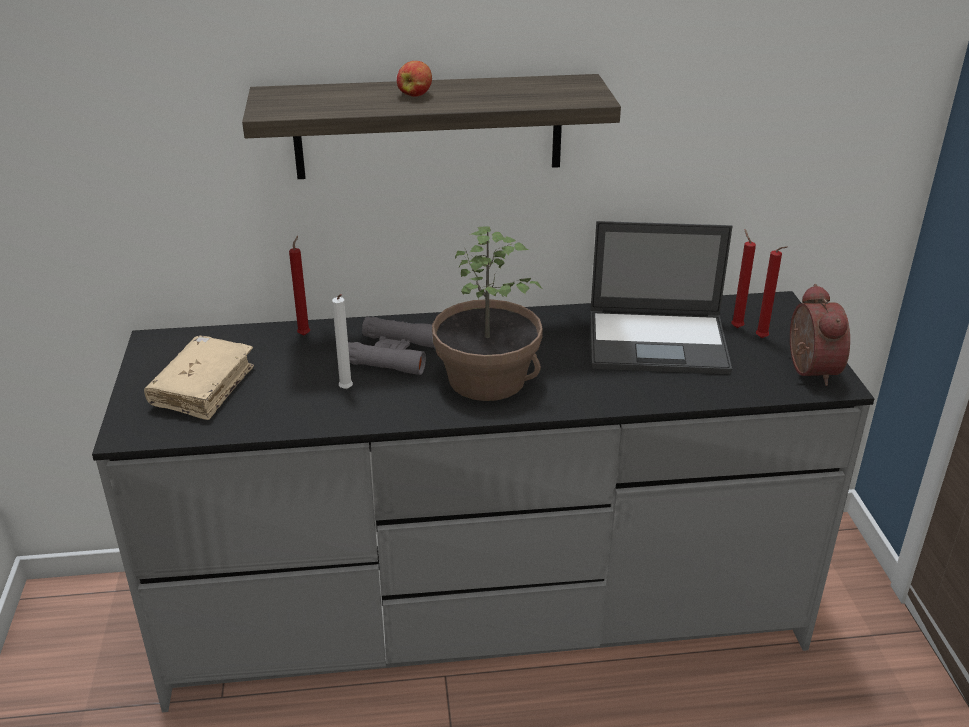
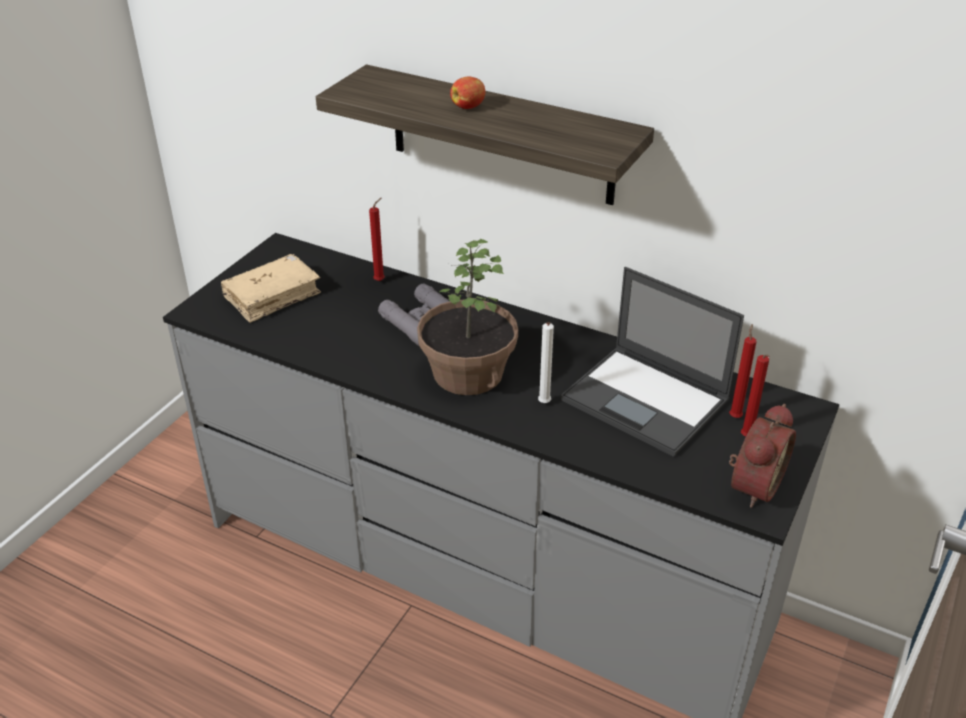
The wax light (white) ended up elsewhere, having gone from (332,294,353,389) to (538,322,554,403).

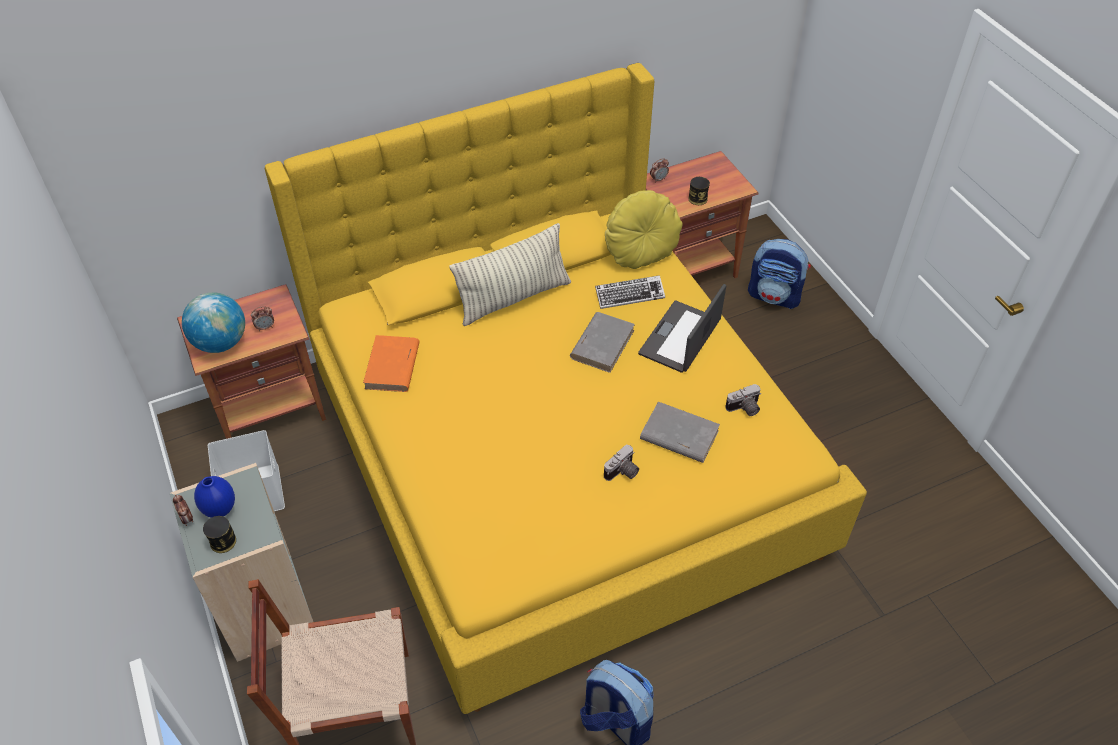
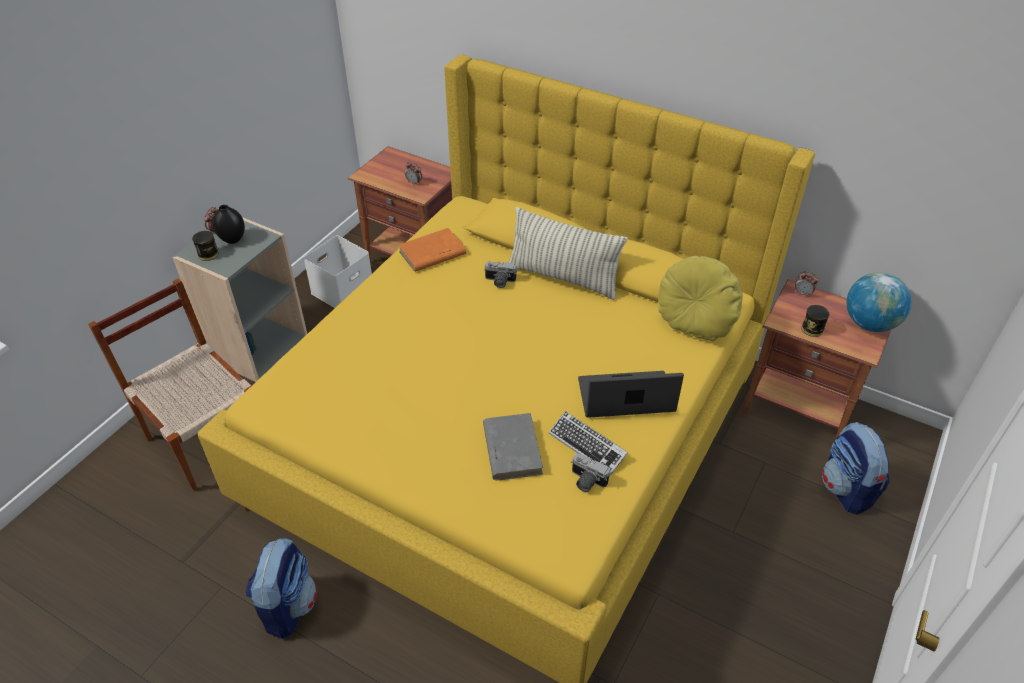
The globe ended up elsewhere, having gone from (182,292,245,353) to (846,272,911,332).
What was the decorative vase (blue-coloured) at (194,476,235,518) turned into the decorative vase (black-coloured) at (213,205,245,244).
The second view lost the book (gray) at (570,312,635,373).
The keyboard ended up elsewhere, having gone from (595,275,665,309) to (549,411,628,476).
The still camera ended up elsewhere, having gone from (604,445,639,481) to (484,262,517,288).

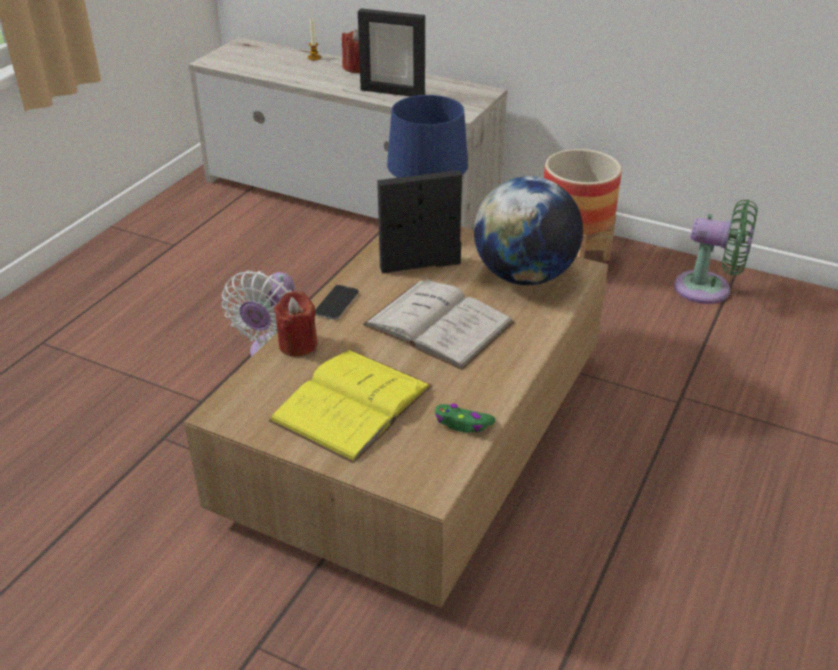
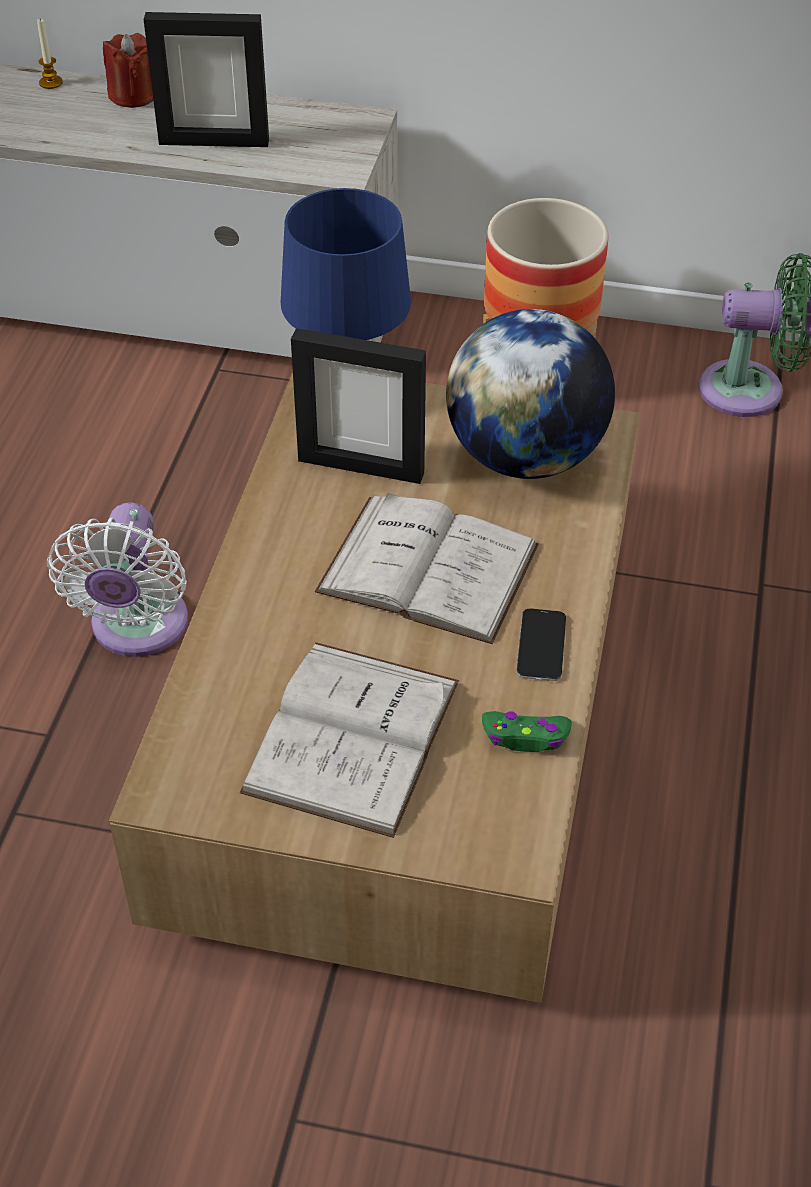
What was the book (yellowish) at (269,350,432,463) turned into the book (white) at (240,642,459,838).
The second view lost the wax light (red-coloured) at (274,291,318,356).
The phone ended up elsewhere, having gone from (315,285,359,320) to (516,609,566,681).
The picture frame at (377,170,462,273) ended up facing another way, 135 degrees counterclockwise from before.

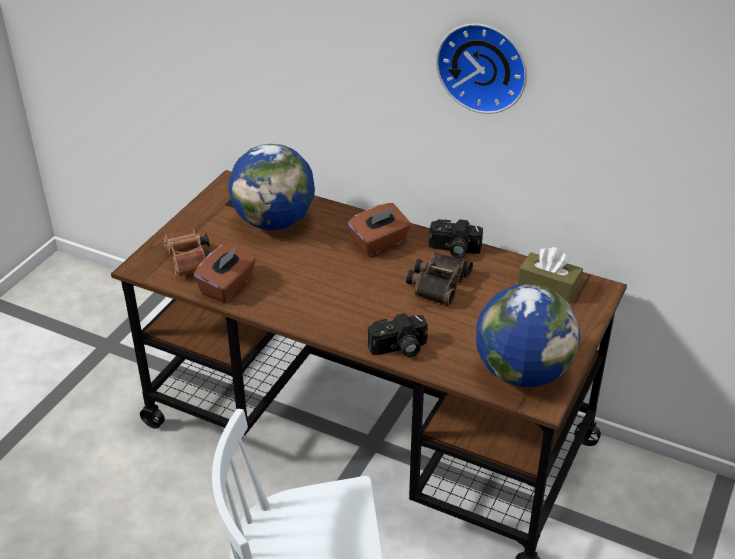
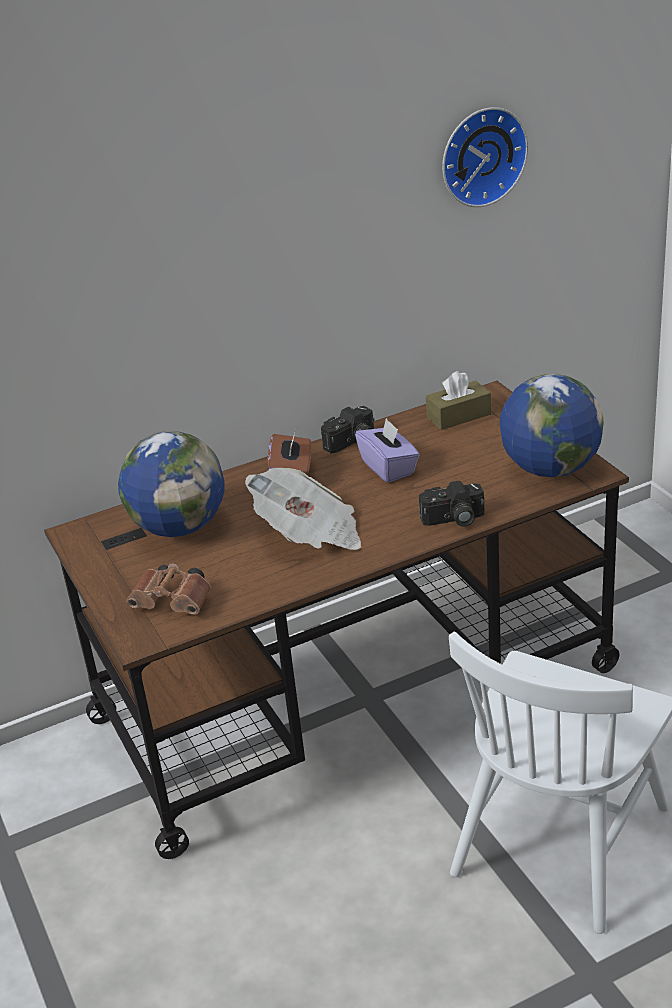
The second view lost the box of tissues (brown-coloured) at (194,242,256,302).
The still camera at (368,313,428,357) ended up facing another way, 60 degrees clockwise from before.
Where the field glasses stood at (406,253,473,307), the box of tissues (purple-coloured) came to stand at (355,418,419,483).
The hanging clock ended up elsewhere, having gone from (436,23,527,114) to (442,107,528,207).
The second view gained the printed paper at (245,468,361,550).

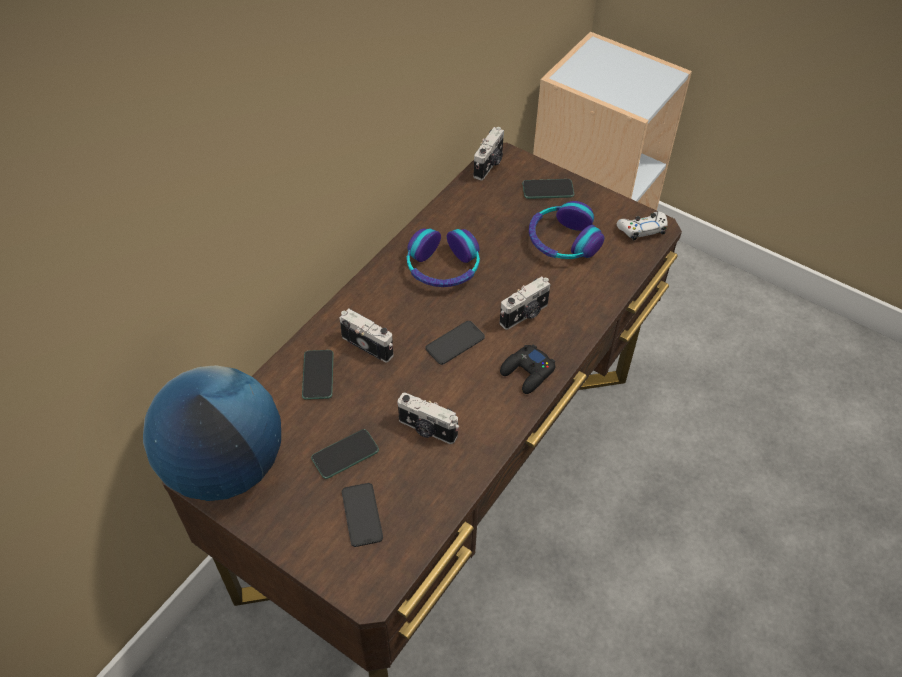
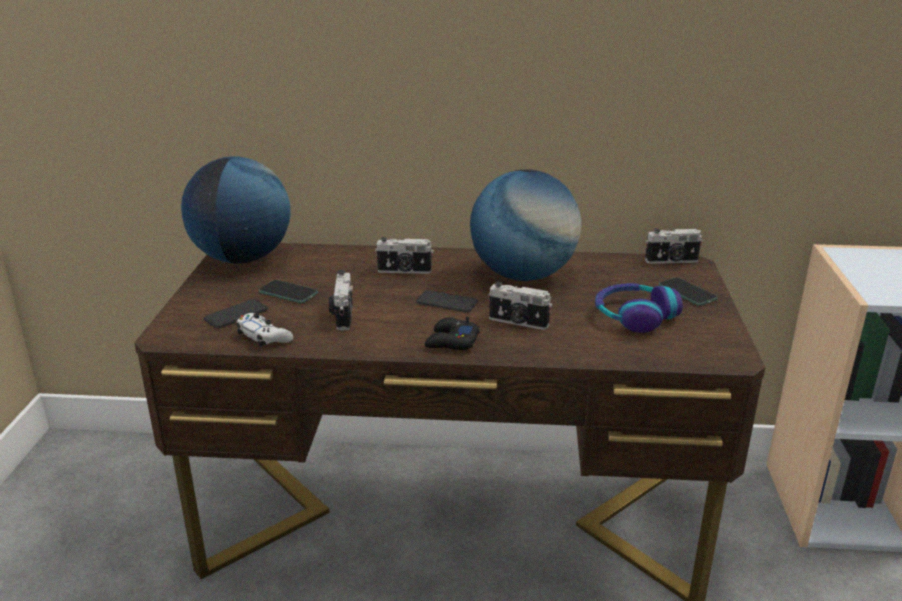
The second view lost the phone at (302,350,334,400).
The still camera at (339,309,393,362) ended up facing another way, 90 degrees clockwise from before.
Where the pair of headphones stood at (407,229,480,287), the globe came to stand at (470,169,581,281).
The gamepad (white) ended up elsewhere, having gone from (617,211,668,241) to (236,313,293,347).

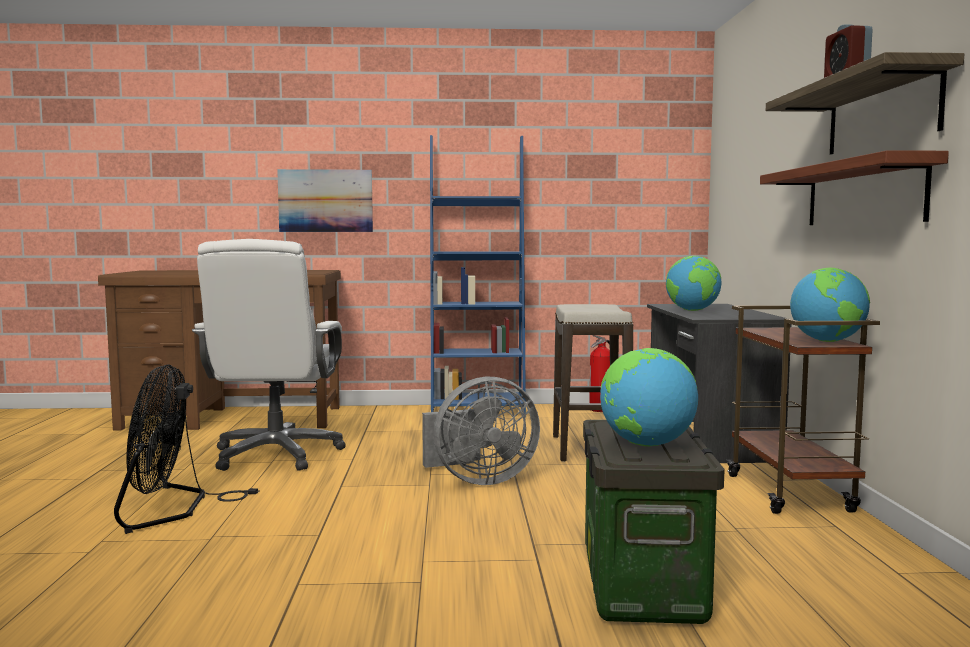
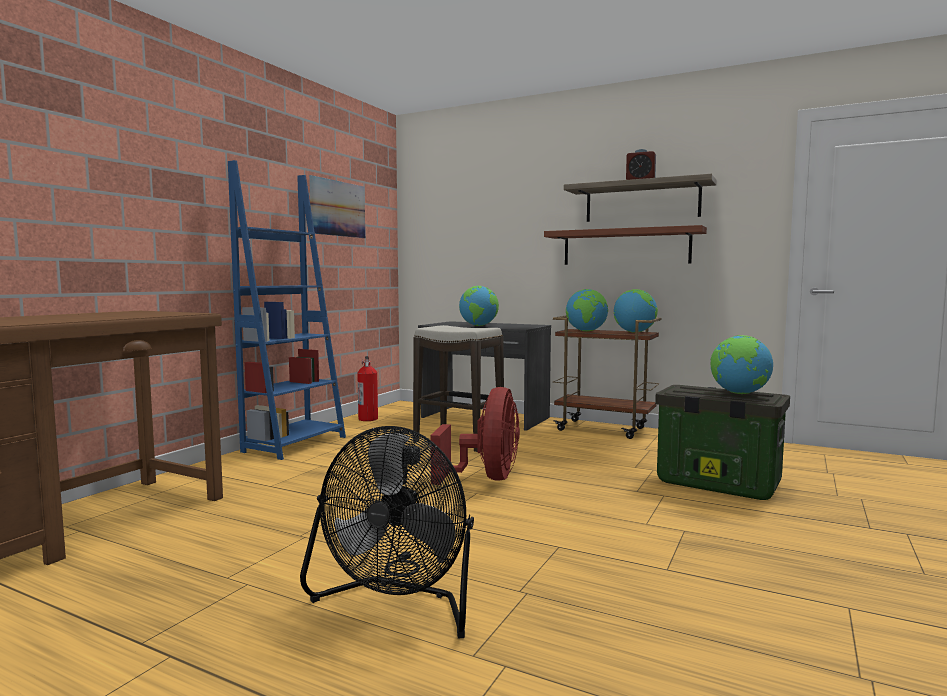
The second view lost the computer chair (white) at (192,239,346,471).
The wall picture ended up elsewhere, having gone from (277,169,373,232) to (309,175,365,238).
What was the electric fan (gray) at (422,377,540,485) turned into the electric fan (red-coloured) at (430,387,520,485).
The second view gained the globe at (566,289,608,331).

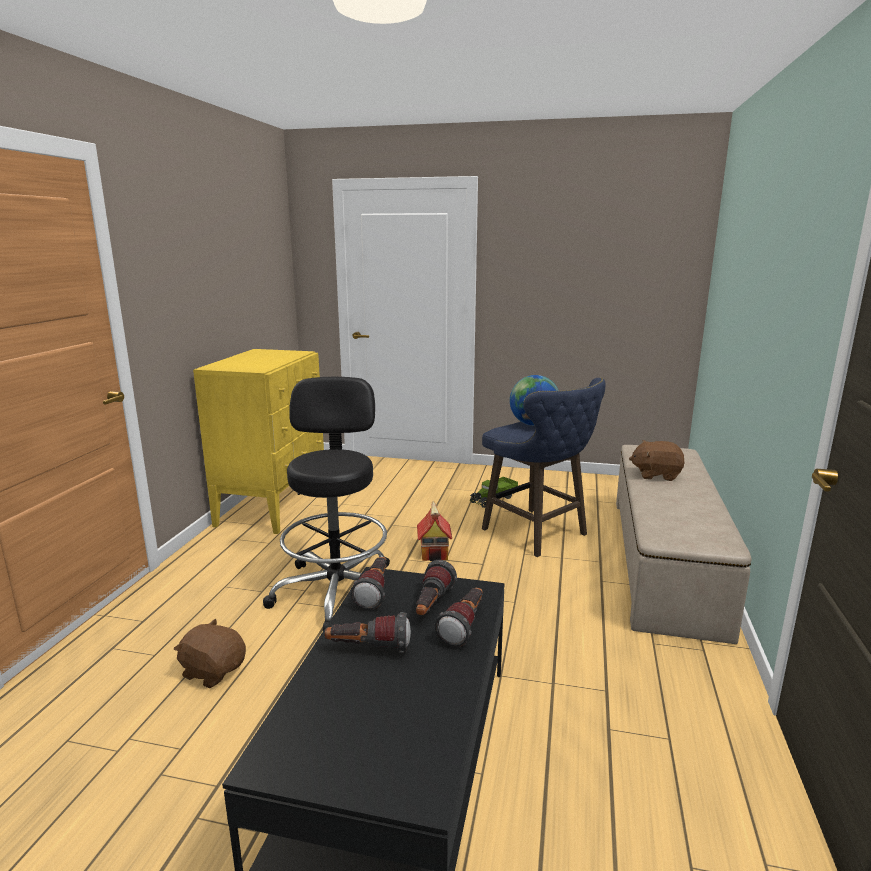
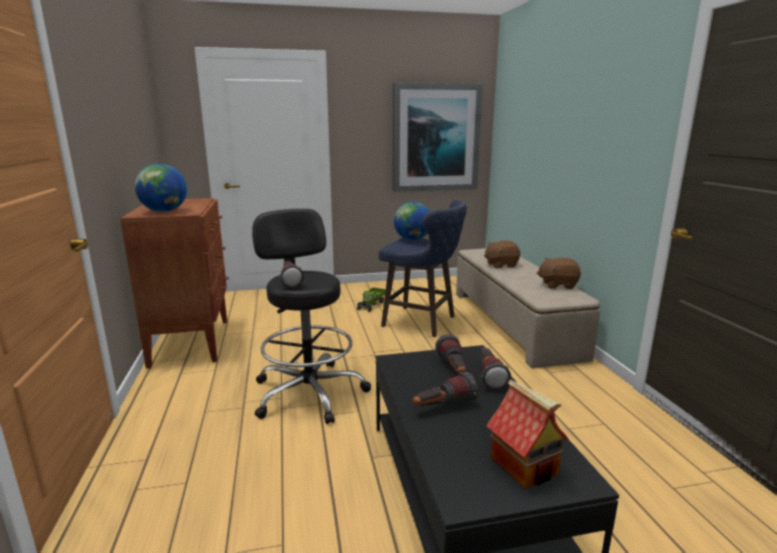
The plush toy (brown-coloured) ended up elsewhere, having gone from (174,618,246,688) to (537,258,581,289).
What was the drawer chest (yellowish) at (193,349,324,534) turned into the drawer chest (brown-coloured) at (120,198,229,369).
The torch ended up elsewhere, having gone from (350,557,387,610) to (280,261,304,288).
The model house ended up elsewhere, having gone from (417,501,452,561) to (487,379,568,489).
The second view gained the globe at (135,164,187,212).
The second view gained the wall picture at (393,82,483,192).

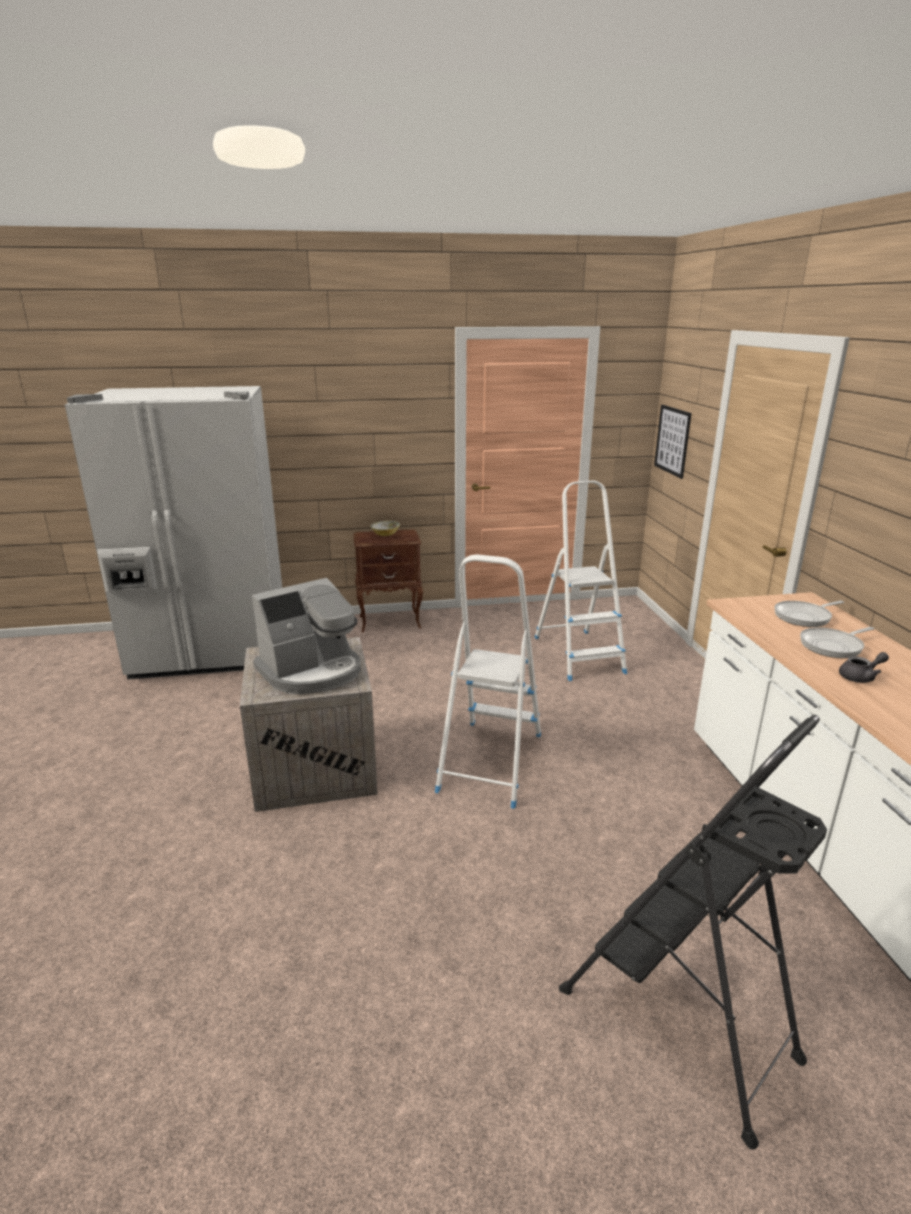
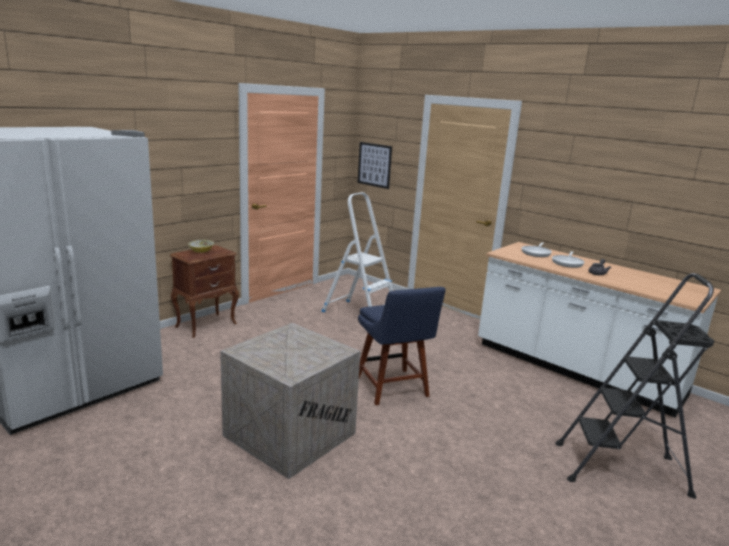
The second view lost the coffee brewer at (252,578,361,694).
Where the step stool (white) stood at (435,554,541,809), the chair (blue-coloured) came to stand at (358,287,446,405).

